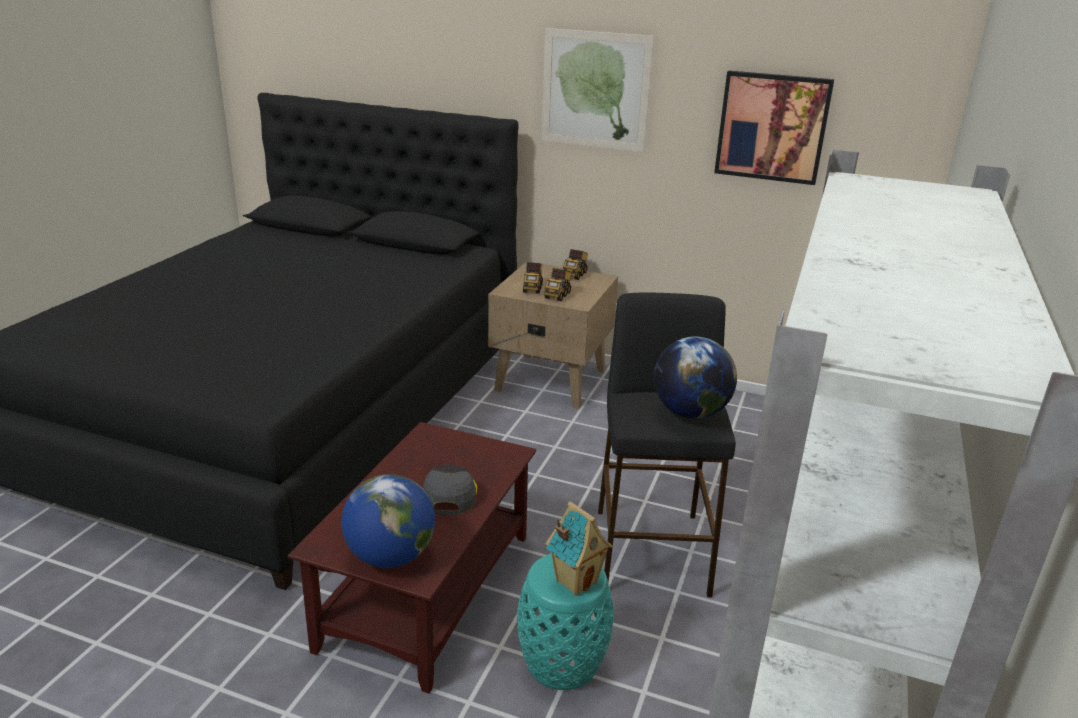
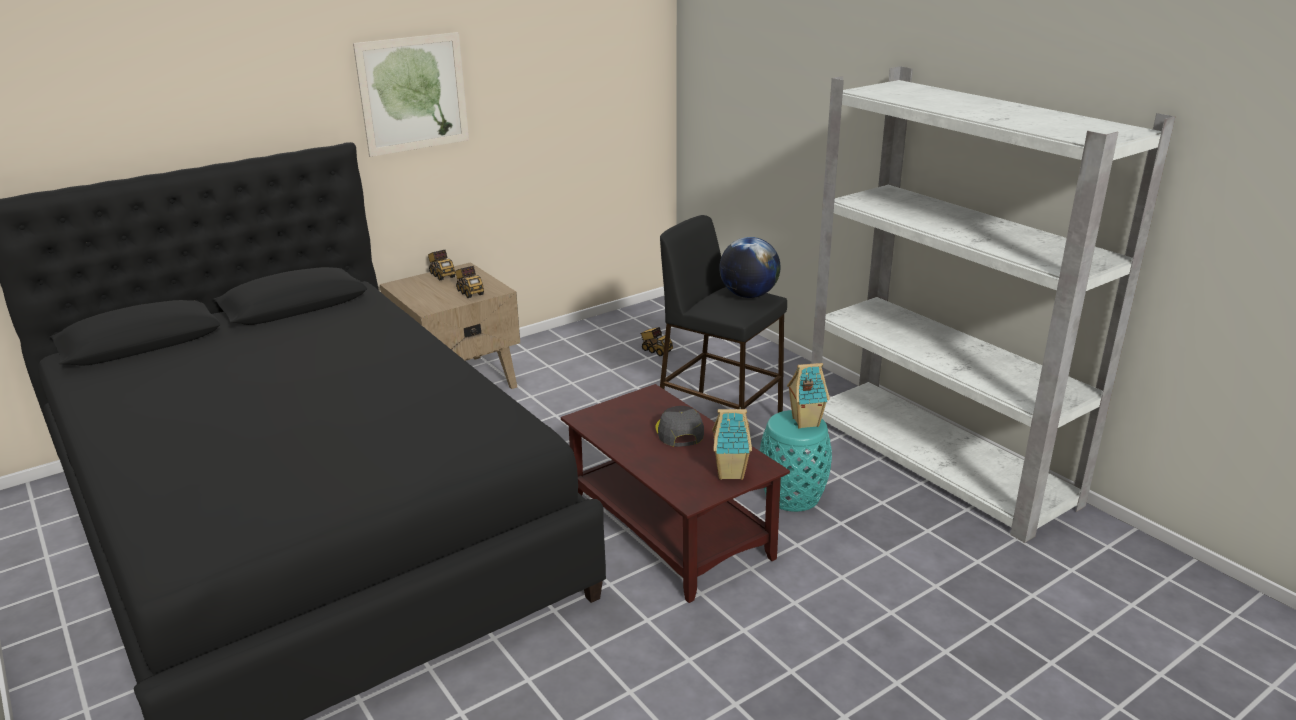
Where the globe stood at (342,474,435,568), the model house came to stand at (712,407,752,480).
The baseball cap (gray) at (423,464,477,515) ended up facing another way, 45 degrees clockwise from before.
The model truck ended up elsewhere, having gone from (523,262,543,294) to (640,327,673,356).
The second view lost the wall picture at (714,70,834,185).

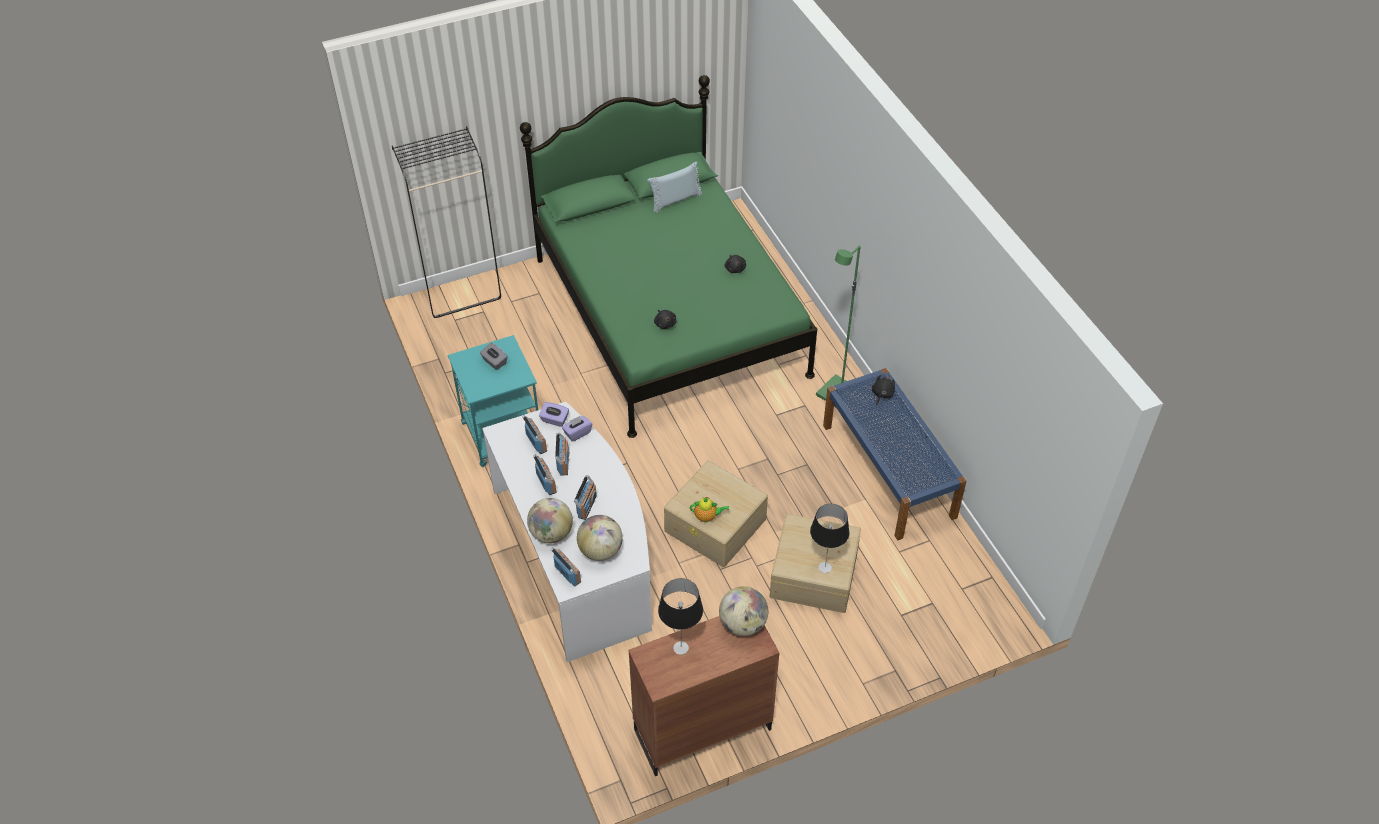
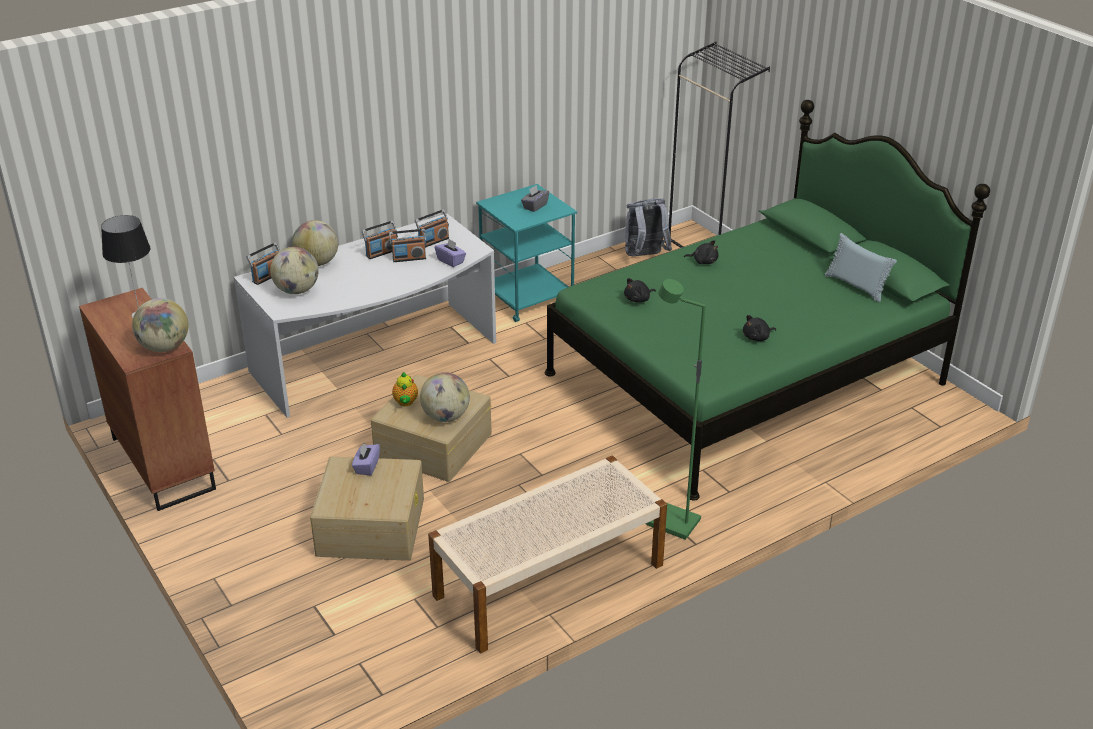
The box of tissues (purple-coloured) ended up elsewhere, having gone from (539,402,569,427) to (352,443,380,476).
The second view lost the radio at (574,475,597,520).
The second view lost the table lamp at (810,504,850,573).
What was the bench (blue-coloured) at (823,368,967,541) turned into the bench (sand-coloured) at (428,455,667,654).
The plush toy (black-coloured) ended up elsewhere, having gone from (872,375,895,406) to (684,240,719,264).
The second view gained the globe at (420,372,470,422).
The second view gained the backpack (gray) at (625,198,672,256).

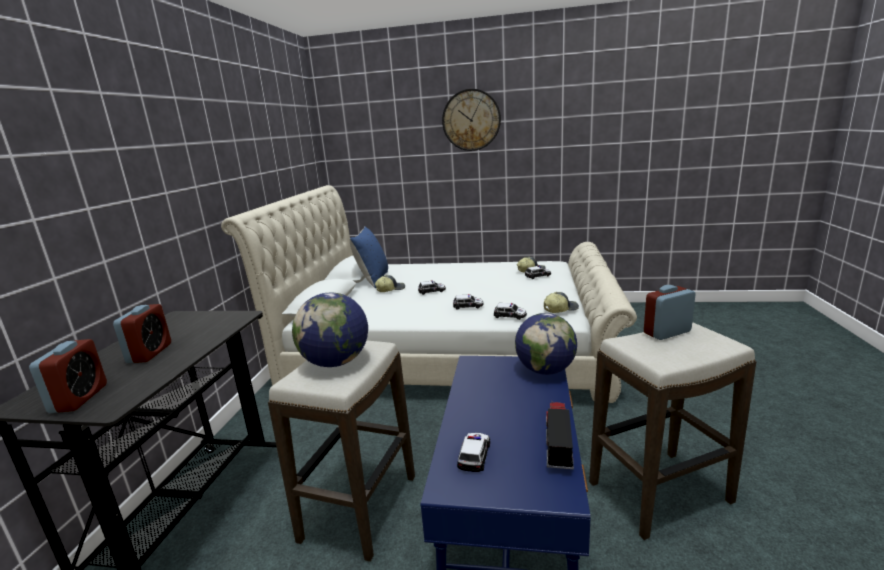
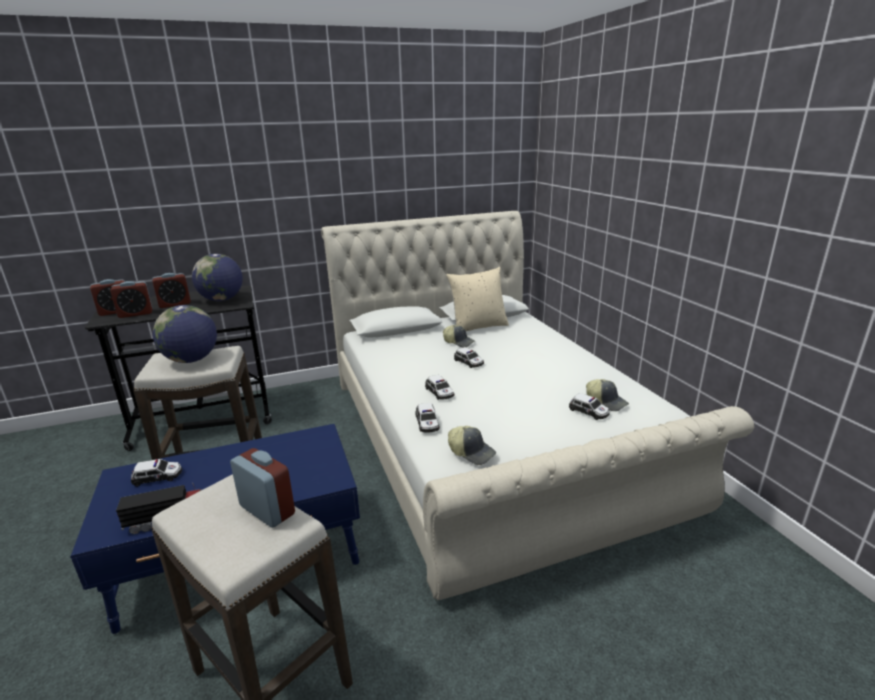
What was the cushion (blue-coloured) at (350,226,388,288) turned into the cushion (sand-coloured) at (446,267,509,331).
The second view lost the hanging clock at (442,89,501,151).
The globe ended up elsewhere, having gone from (515,313,577,375) to (192,254,243,301).
The second view gained the table clock at (110,281,152,318).

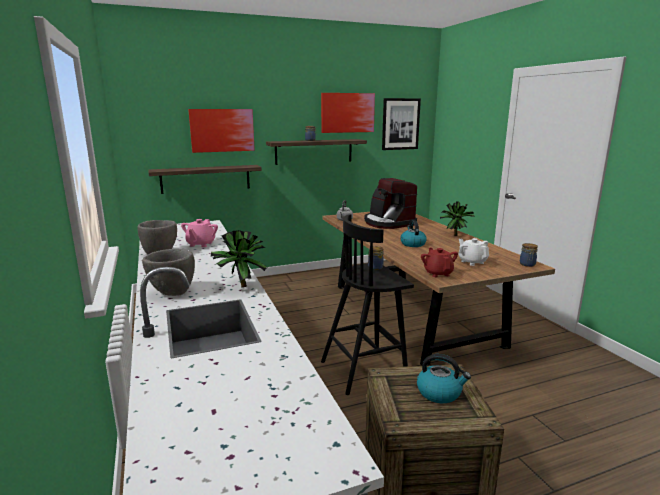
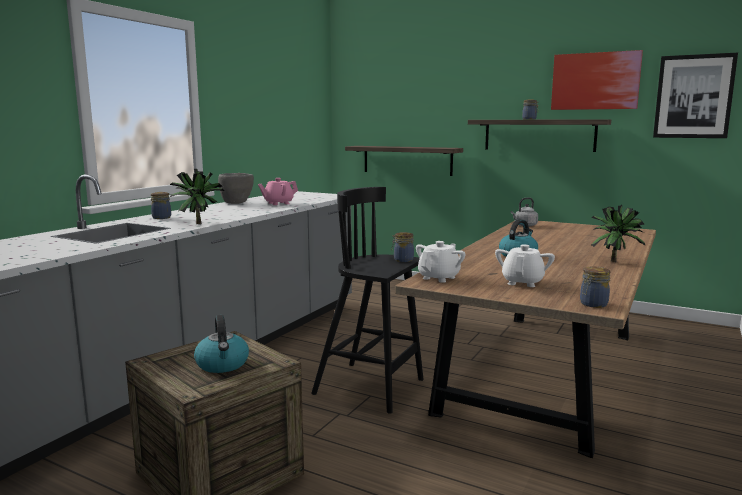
Where the deep dish (gray) stood at (142,249,195,296), the preserve jar came to stand at (151,192,171,219).
The second view lost the wall picture at (188,109,255,153).
The second view lost the coffee brewer at (364,178,417,229).
What was the pot for tea (red-coloured) at (421,248,458,277) turned into the pot for tea (white) at (416,241,465,283).

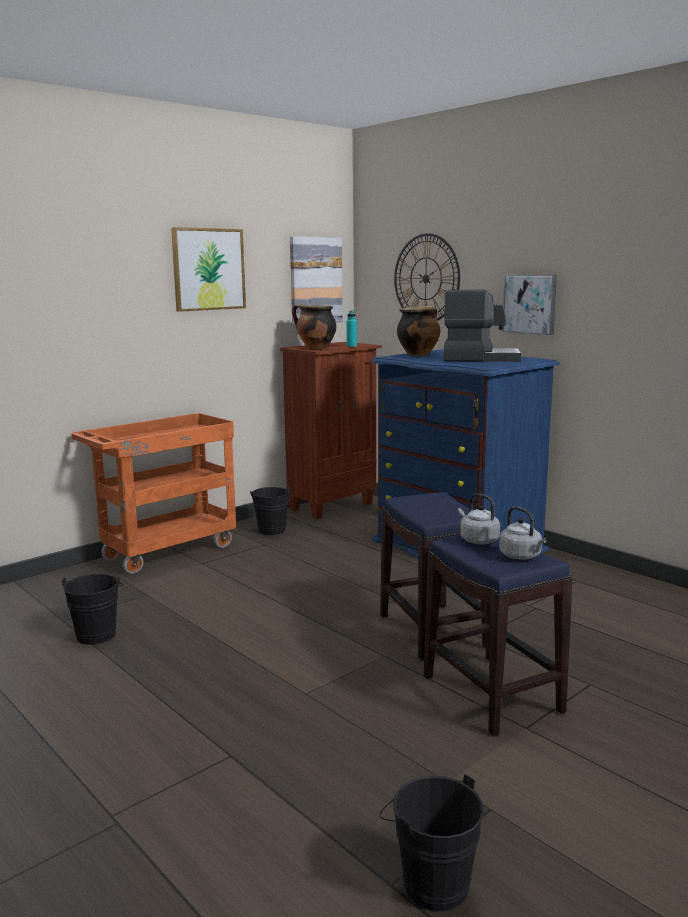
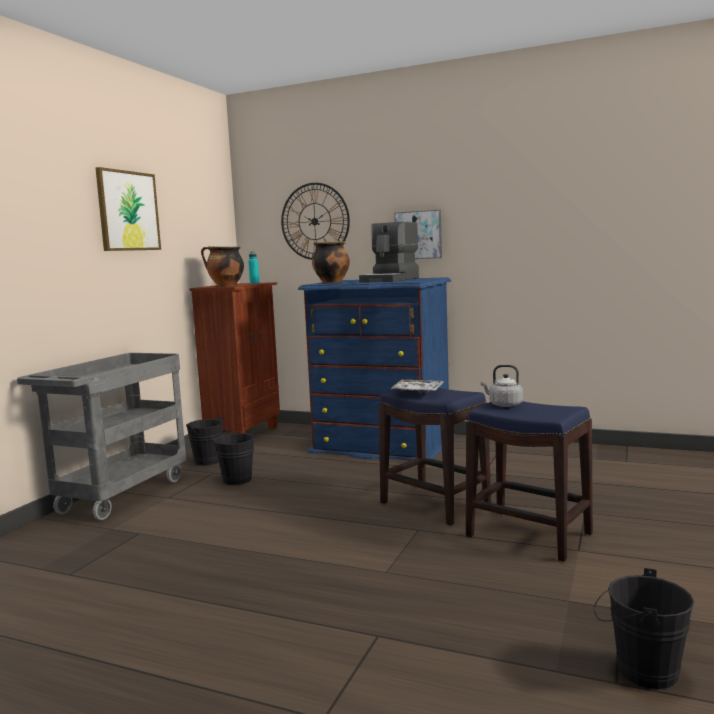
The pail (black-coloured) ended up elsewhere, having gone from (62,574,124,645) to (212,432,256,485).
What was the trolley (orange) at (71,413,236,574) turned into the trolley (gray) at (17,353,186,520).
The second view lost the wall picture at (290,237,343,325).
The coffee brewer at (444,290,521,362) ended up facing another way, 135 degrees clockwise from before.
The second view lost the kettle (gray) at (499,506,546,560).
The second view gained the carrying tray at (391,380,444,394).

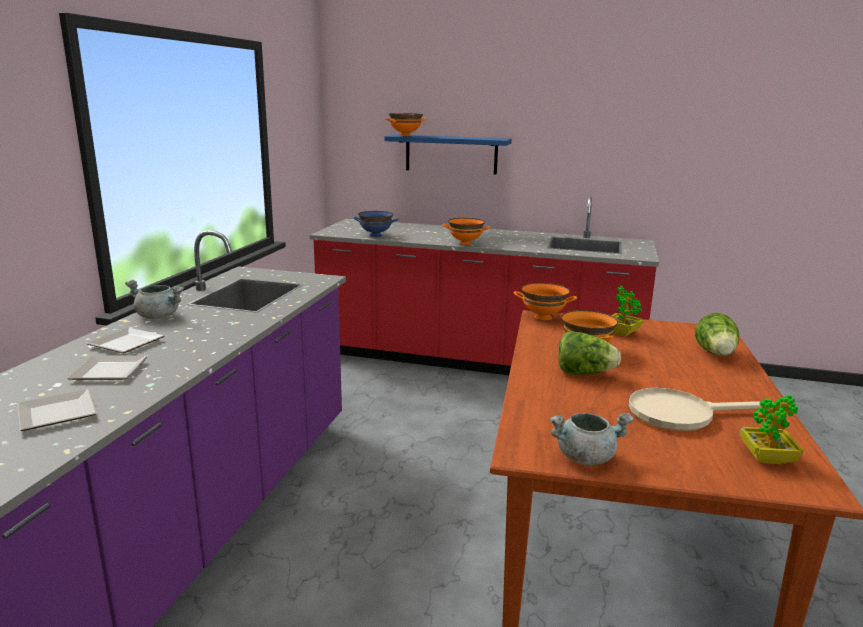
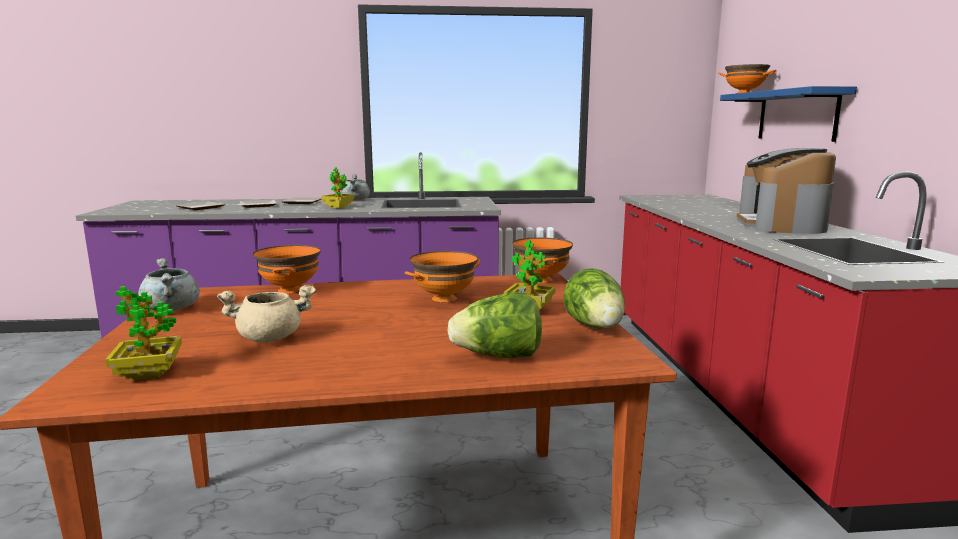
The second view lost the deep dish (blue-coloured) at (353,211,399,237).
The deep dish (orange) ended up elsewhere, having gone from (442,218,490,245) to (253,245,321,294).
The head of lettuce ended up elsewhere, having gone from (558,332,621,375) to (564,268,625,329).
Where the skillet (sand-coloured) stood at (629,388,762,431), the stockpot (sand-coloured) came to stand at (217,285,316,343).
The second view gained the plant in a pot at (321,167,354,208).
The second view gained the coffee brewer at (737,148,836,234).

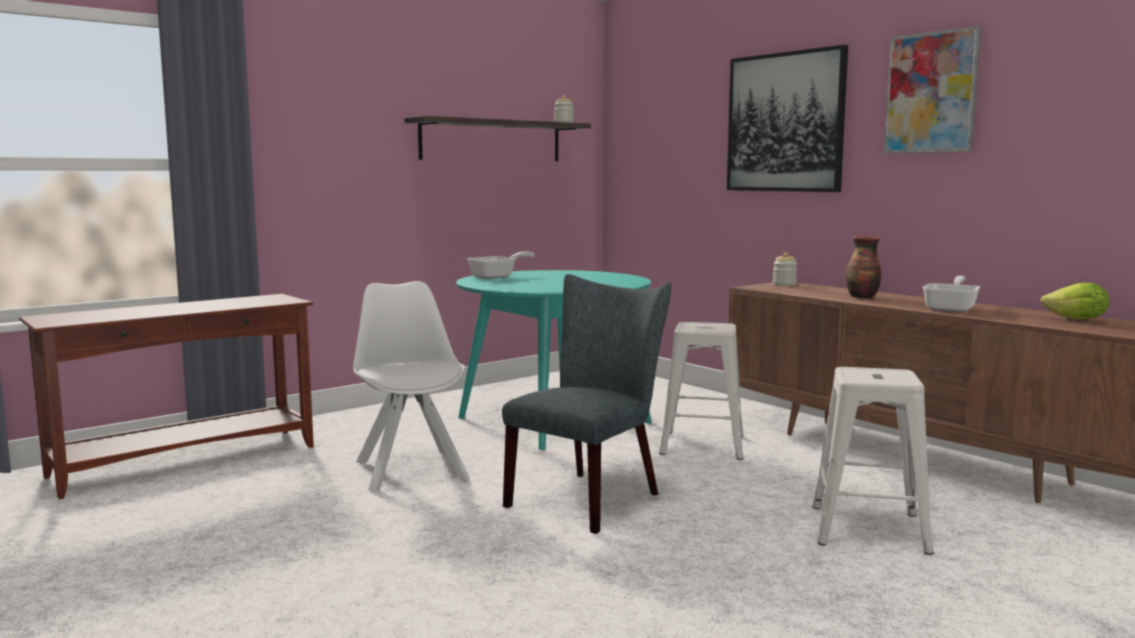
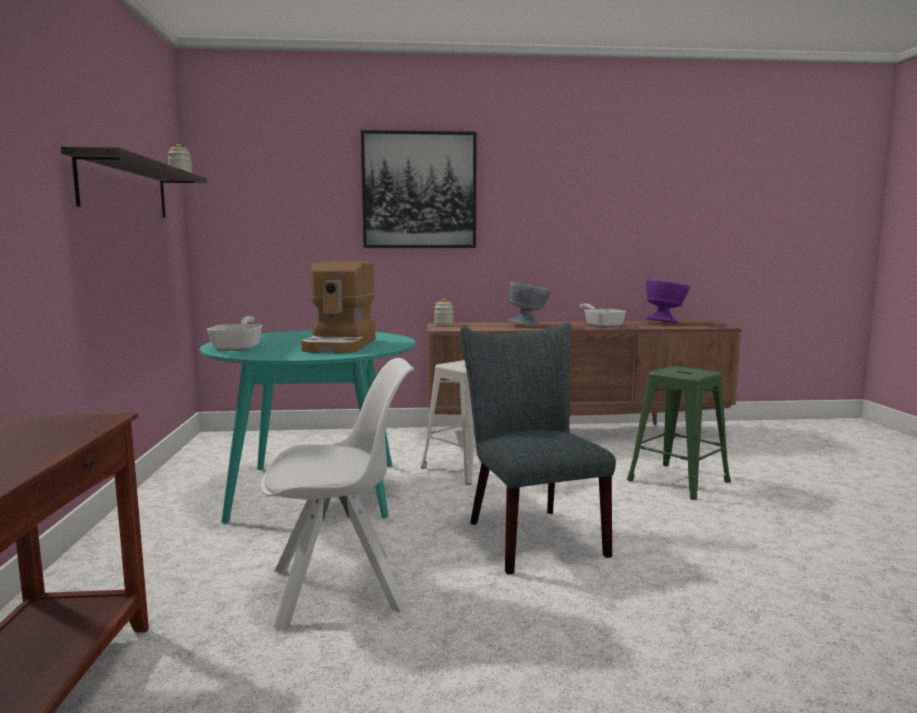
The chair (white) at (353,281,470,492) ended up facing another way, 150 degrees clockwise from before.
What was the sitting stool (white) at (812,367,934,555) turned into the sitting stool (green) at (627,366,731,500).
Where the decorative vase stood at (846,236,881,298), the deep dish (gray) came to stand at (508,281,552,327).
The second view lost the wall picture at (884,26,981,153).
Where the head of lettuce stood at (1041,283,1109,319), the deep dish (purple-coloured) came to stand at (646,280,690,323).
The second view gained the coffee brewer at (301,262,375,353).

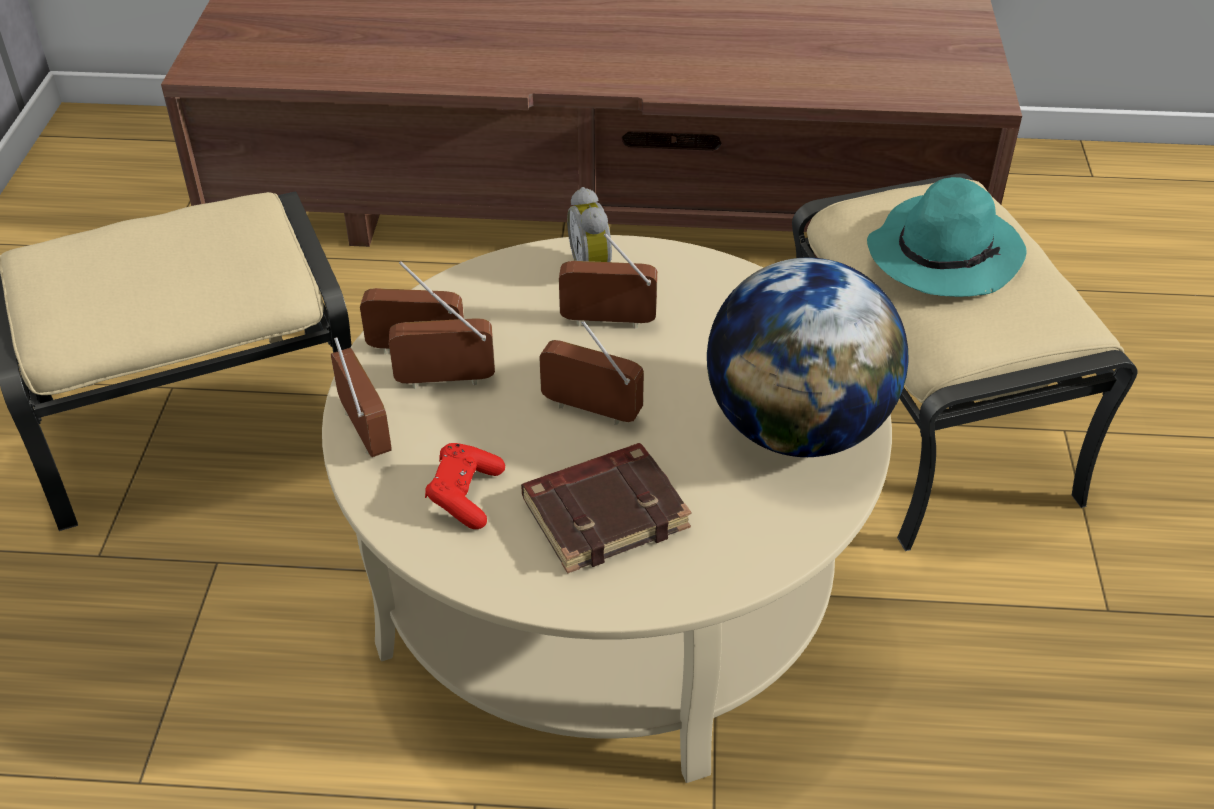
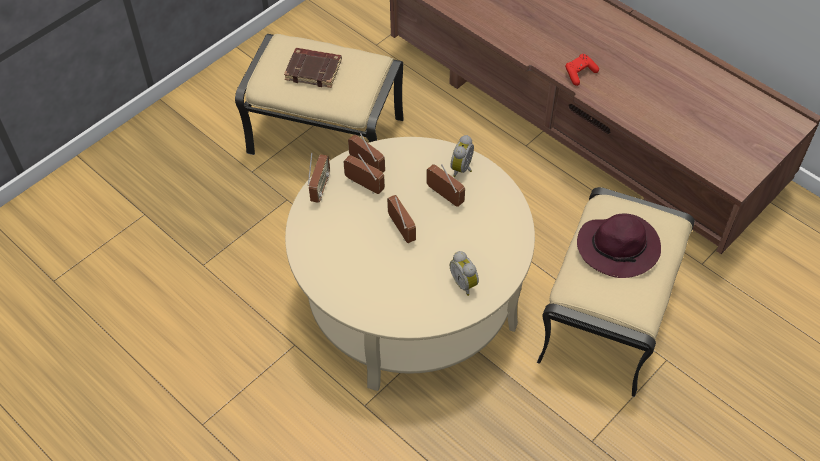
The gamepad (red-coloured) ended up elsewhere, having gone from (425,443,505,529) to (565,54,599,86).
The book (brown-coloured) ended up elsewhere, having gone from (521,443,692,574) to (284,48,342,88).
Where the globe stood at (707,258,908,457), the table clock came to stand at (450,251,479,296).
What was the wearable hat (turquoise-coloured) at (867,177,1026,297) turned into the wearable hat (purple-coloured) at (577,214,661,278).

